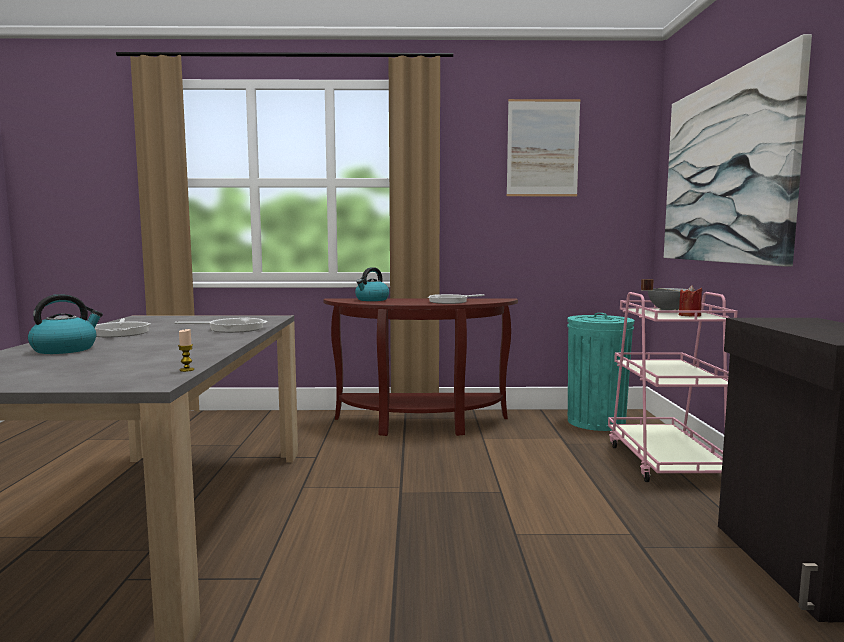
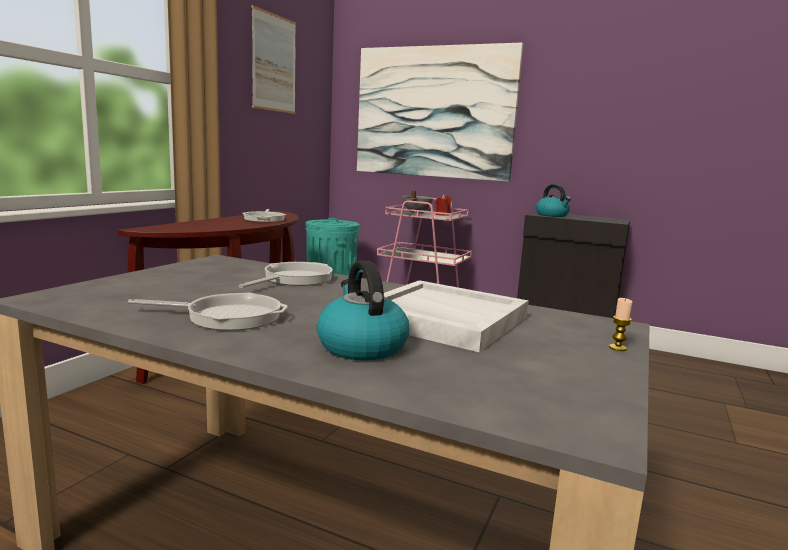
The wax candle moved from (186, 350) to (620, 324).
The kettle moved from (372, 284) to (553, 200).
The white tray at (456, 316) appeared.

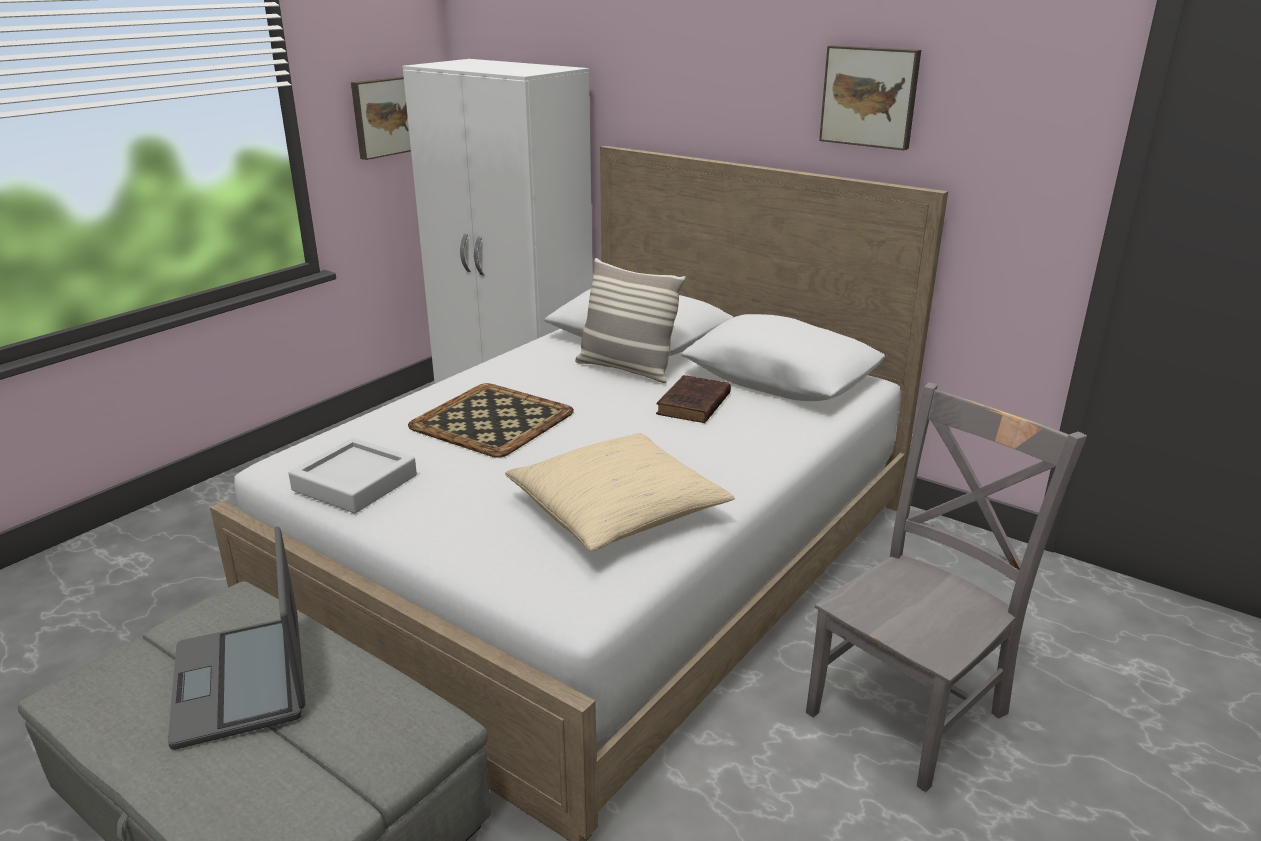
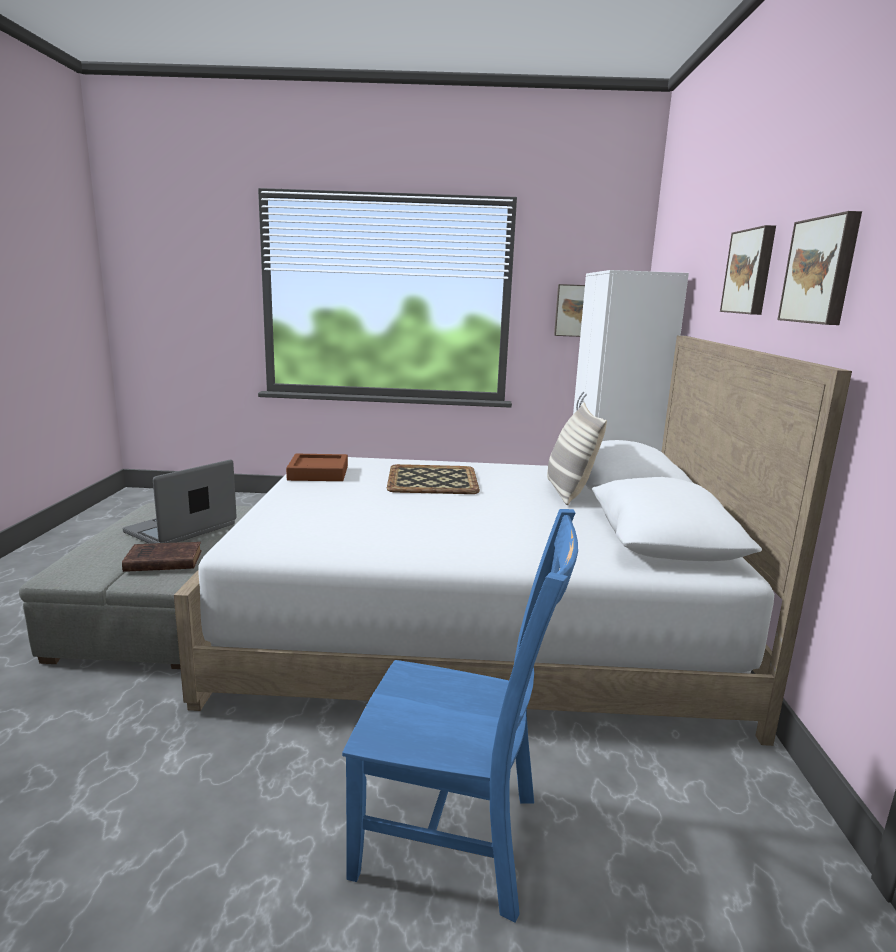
The greyish tray at (353, 476) became the brown tray at (317, 467).
The beige-coloured throw pillow at (620, 492) disappeared.
The brown book moved from (693, 399) to (162, 557).
The greyish upright chair at (946, 587) became the bluish upright chair at (460, 716).
The wall picture at (748, 270) appeared.

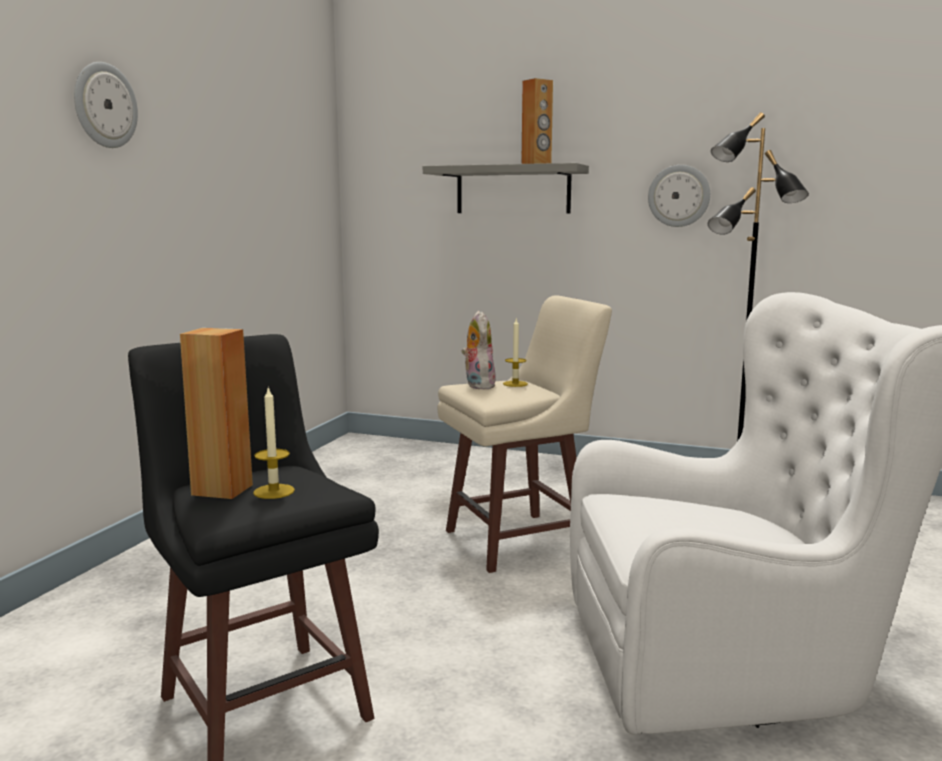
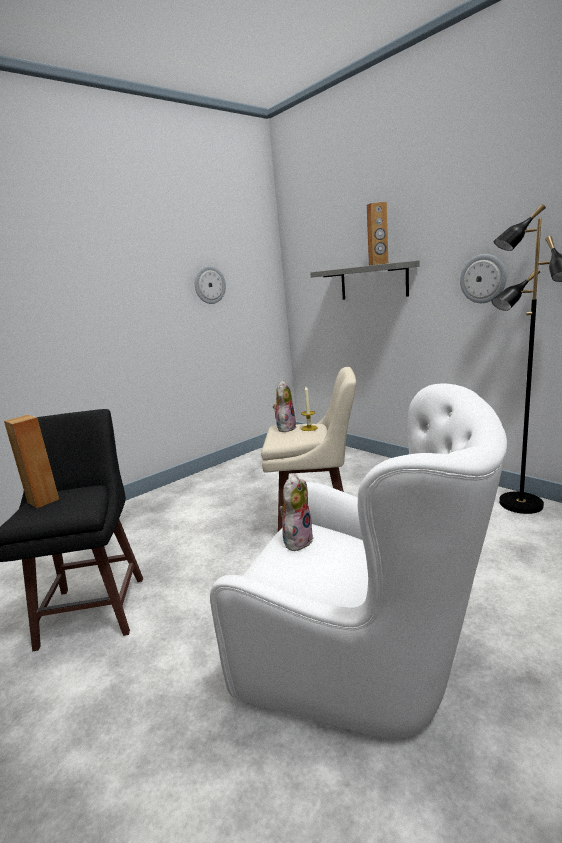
The wall clock moved from (106, 105) to (210, 285).
The wax candle at (274, 443) disappeared.
The cuddly toy at (296, 512) appeared.

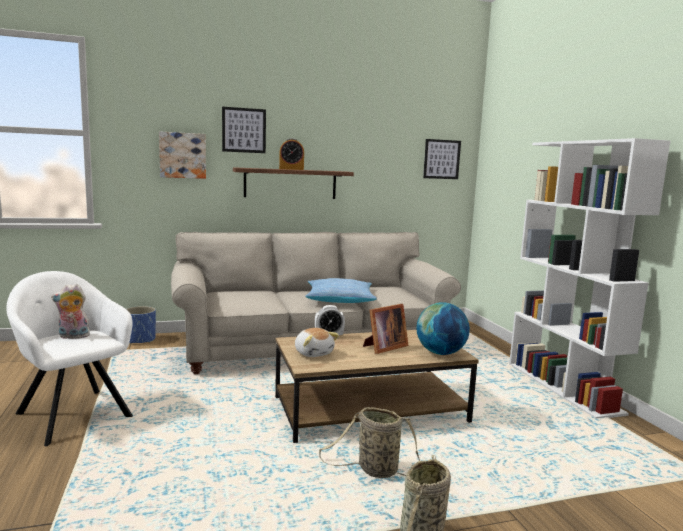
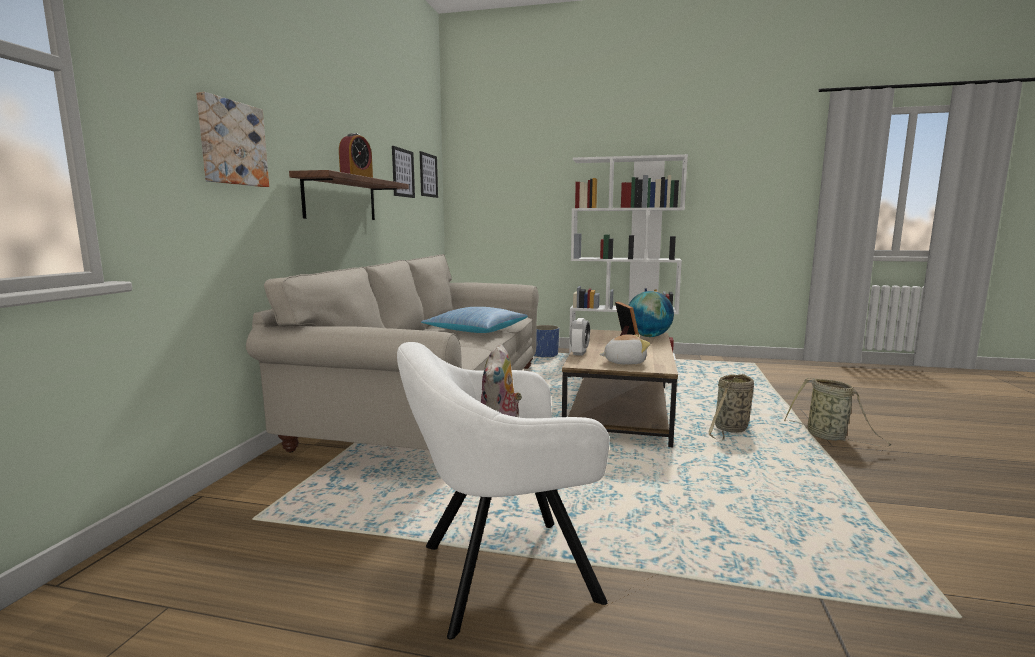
The bluish plant pot moved from (141, 325) to (546, 341).
The wall picture moved from (244, 130) to (403, 172).

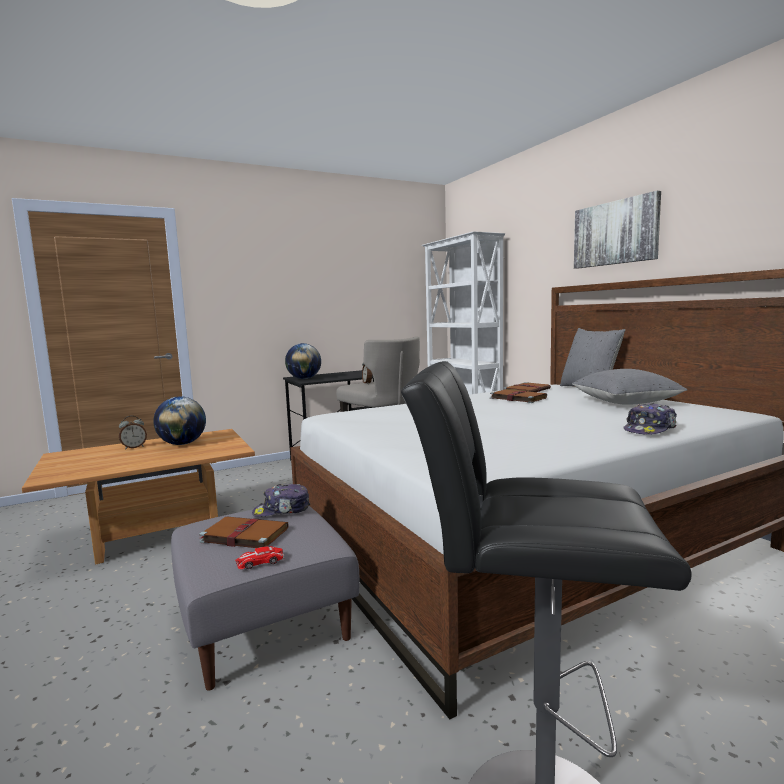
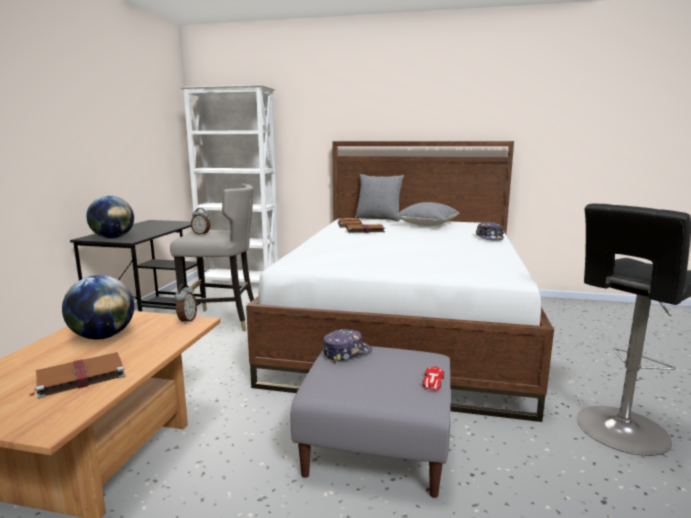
The table clock moved from (133, 432) to (185, 304).
The brown book moved from (244, 532) to (76, 375).
The baseball cap at (281, 500) turned 150 degrees counterclockwise.
The wall picture at (617, 230) disappeared.

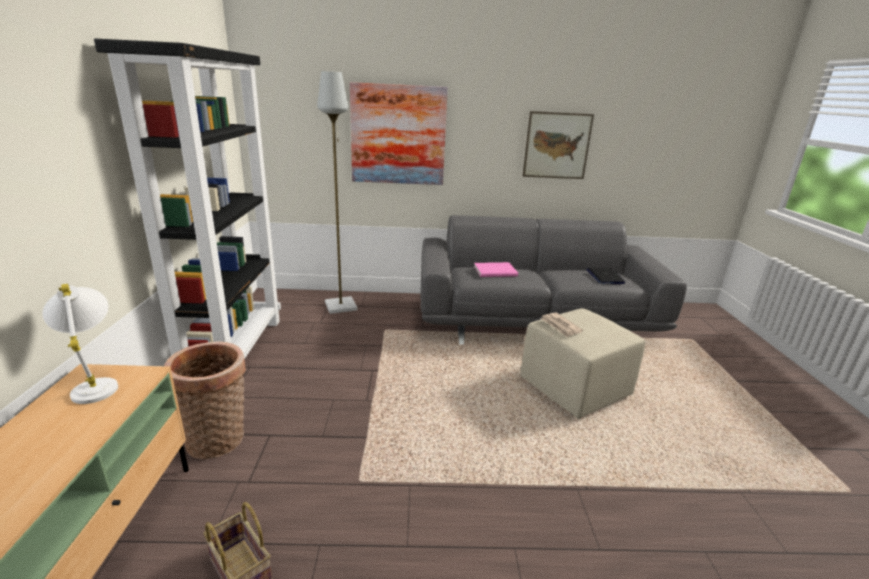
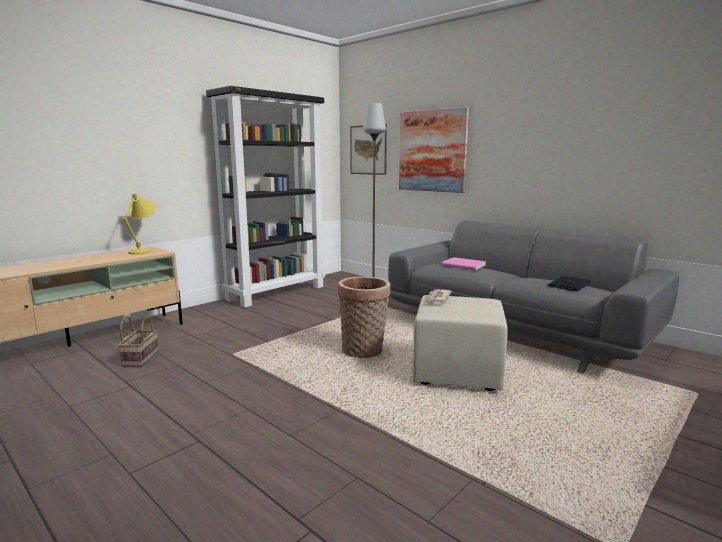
The white lamp for a table at (80, 344) became the yellow lamp for a table at (140, 224).
The basket moved from (205, 400) to (364, 317).
The wall picture moved from (558, 145) to (368, 149).

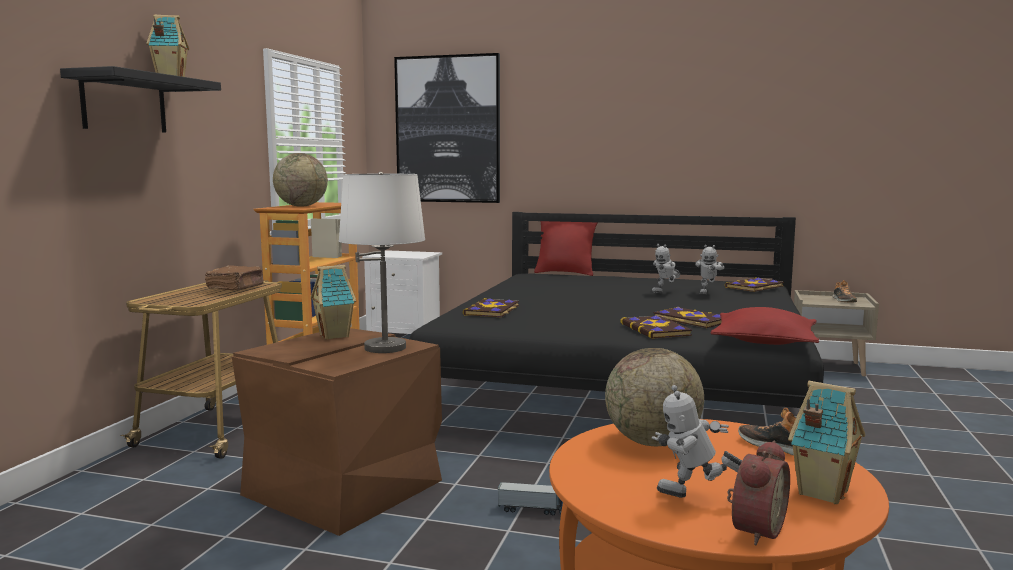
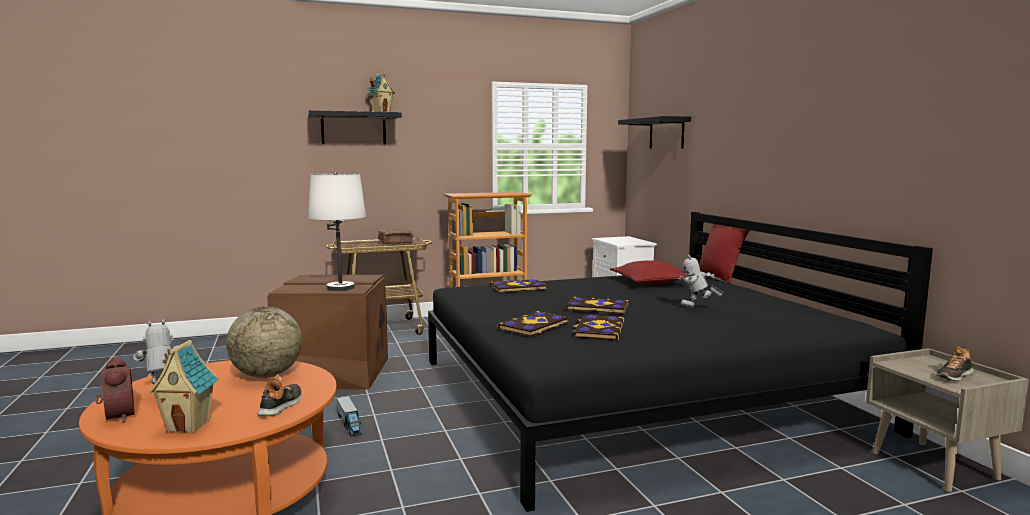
The desk globe at (300, 180) disappeared.
The model house at (333, 302) disappeared.
The wall picture at (447, 128) was replaced by the black bracket shelf at (654, 132).
The robot figure at (710, 269) disappeared.
The red throw pillow moved from (765, 326) to (649, 272).
The book moved from (754, 285) to (598, 305).
The table clock at (758, 493) turned 120 degrees counterclockwise.

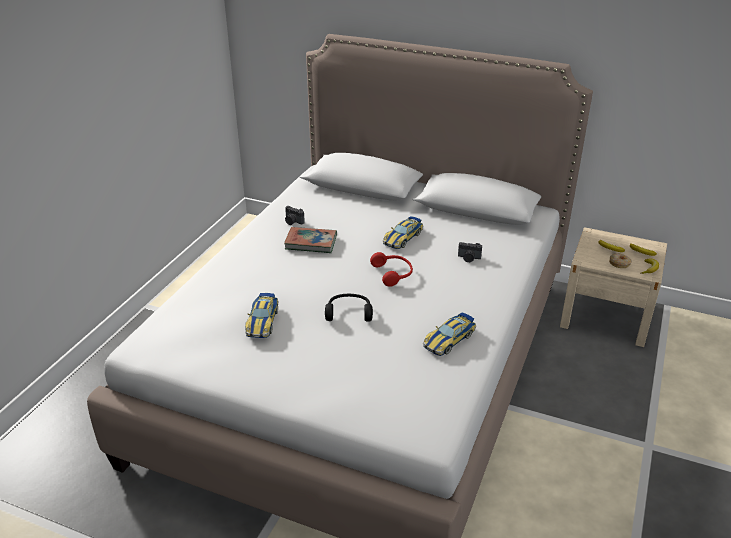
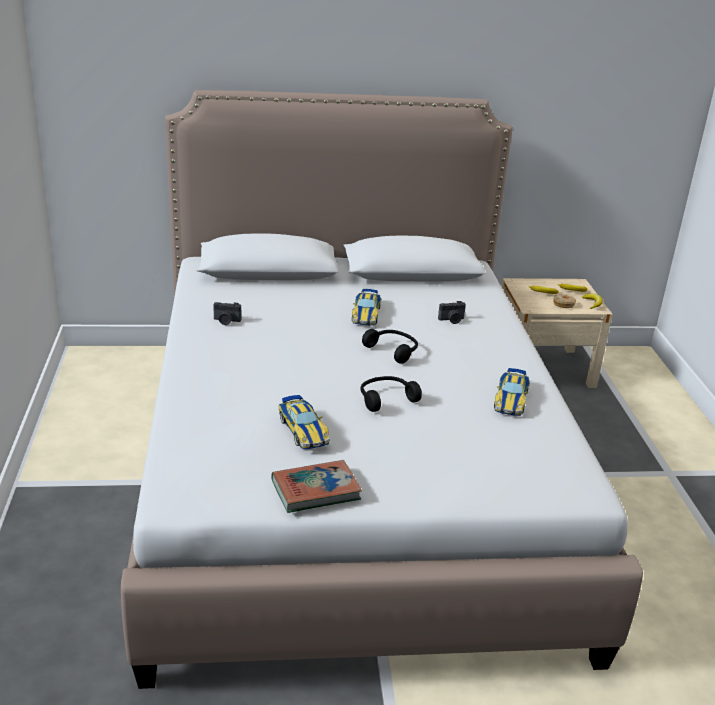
The book moved from (310, 240) to (316, 486).
The red headphones at (391, 269) became the black headphones at (390, 346).

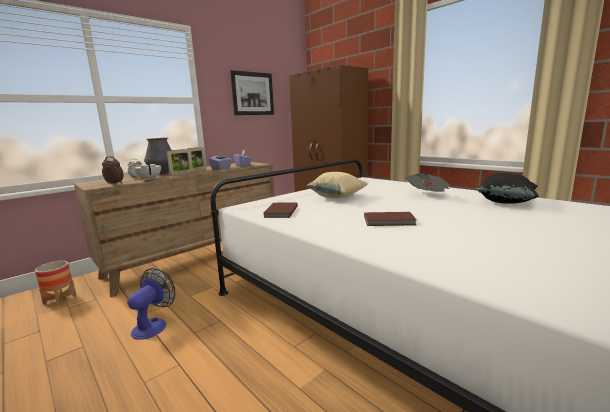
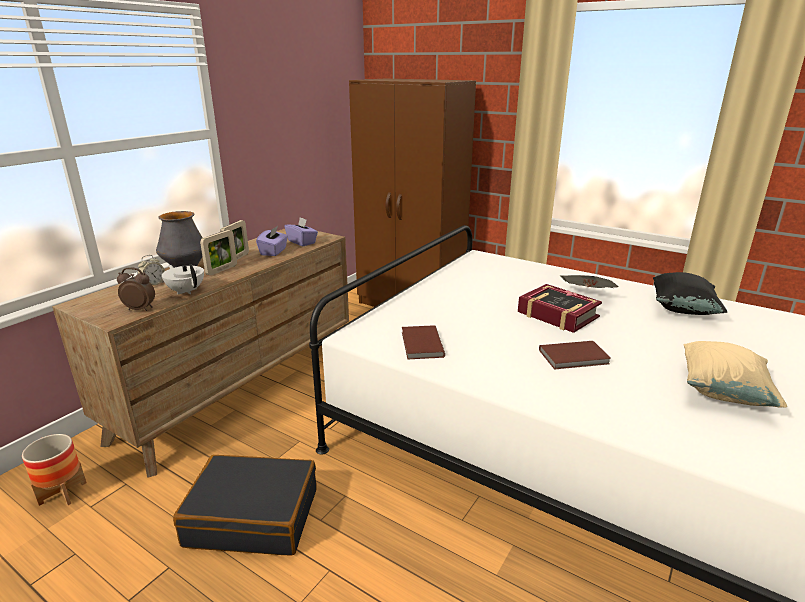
The cooling fan at (151, 304) was replaced by the black travel case at (245, 505).
The wall picture at (252, 92) disappeared.
The beige-coloured throw pillow moved from (338, 185) to (735, 374).
The book at (560, 308) appeared.

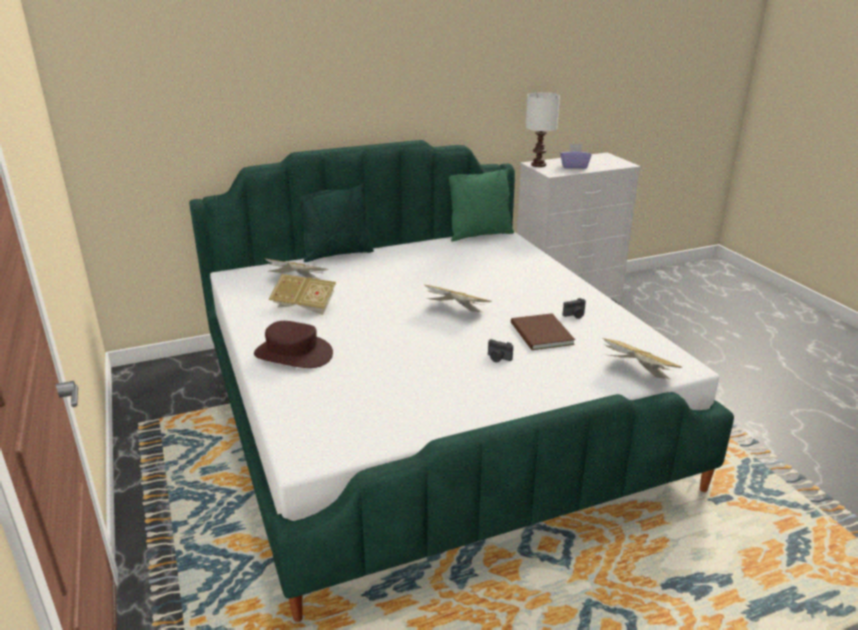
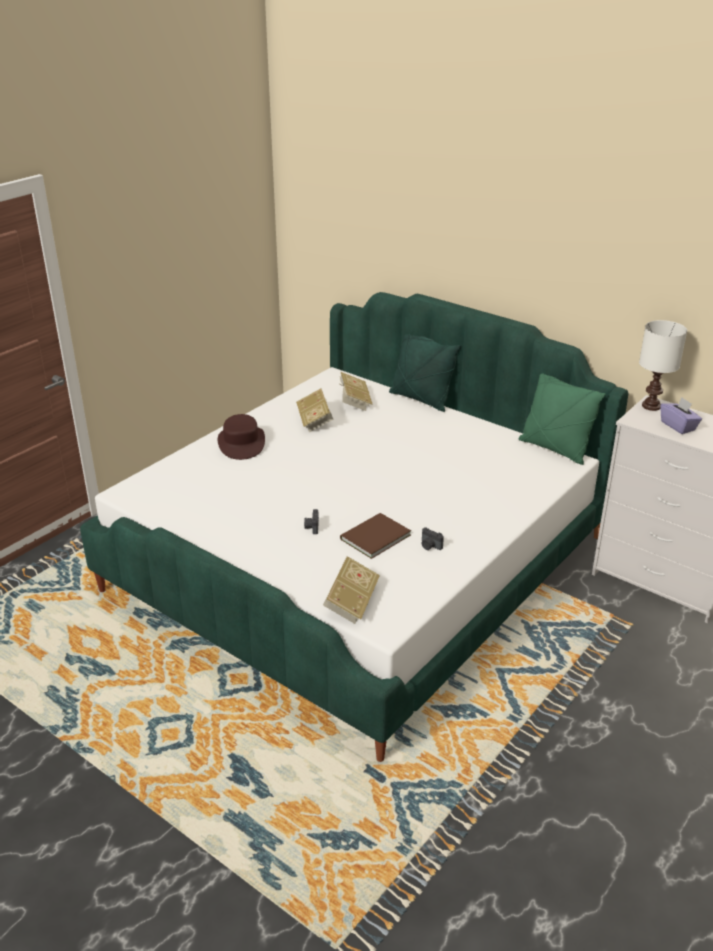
The book at (458, 299) disappeared.

